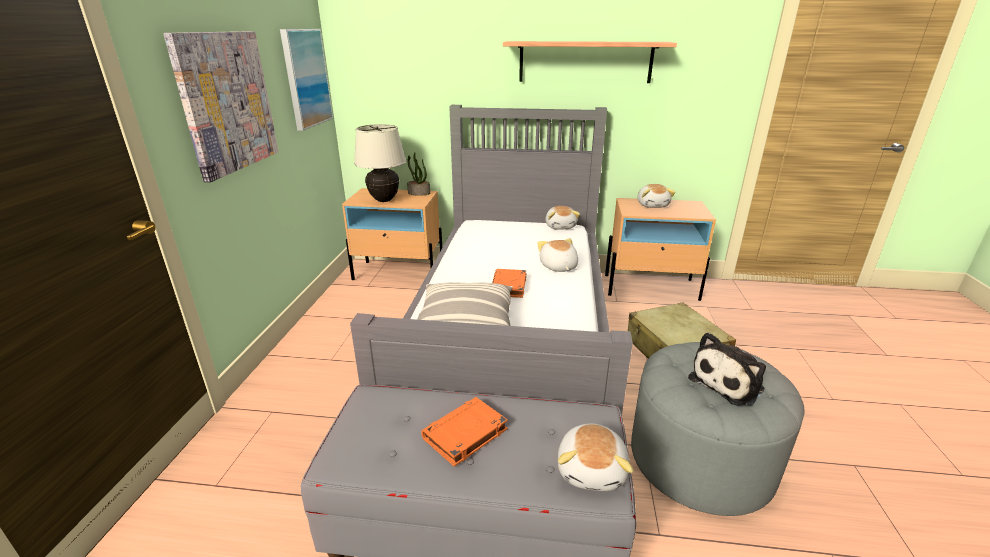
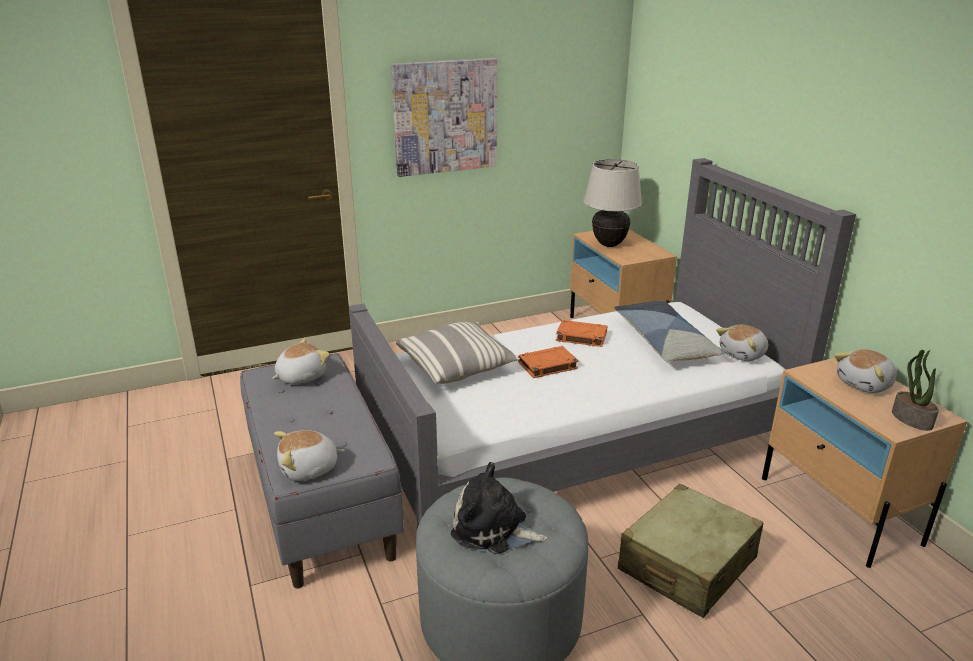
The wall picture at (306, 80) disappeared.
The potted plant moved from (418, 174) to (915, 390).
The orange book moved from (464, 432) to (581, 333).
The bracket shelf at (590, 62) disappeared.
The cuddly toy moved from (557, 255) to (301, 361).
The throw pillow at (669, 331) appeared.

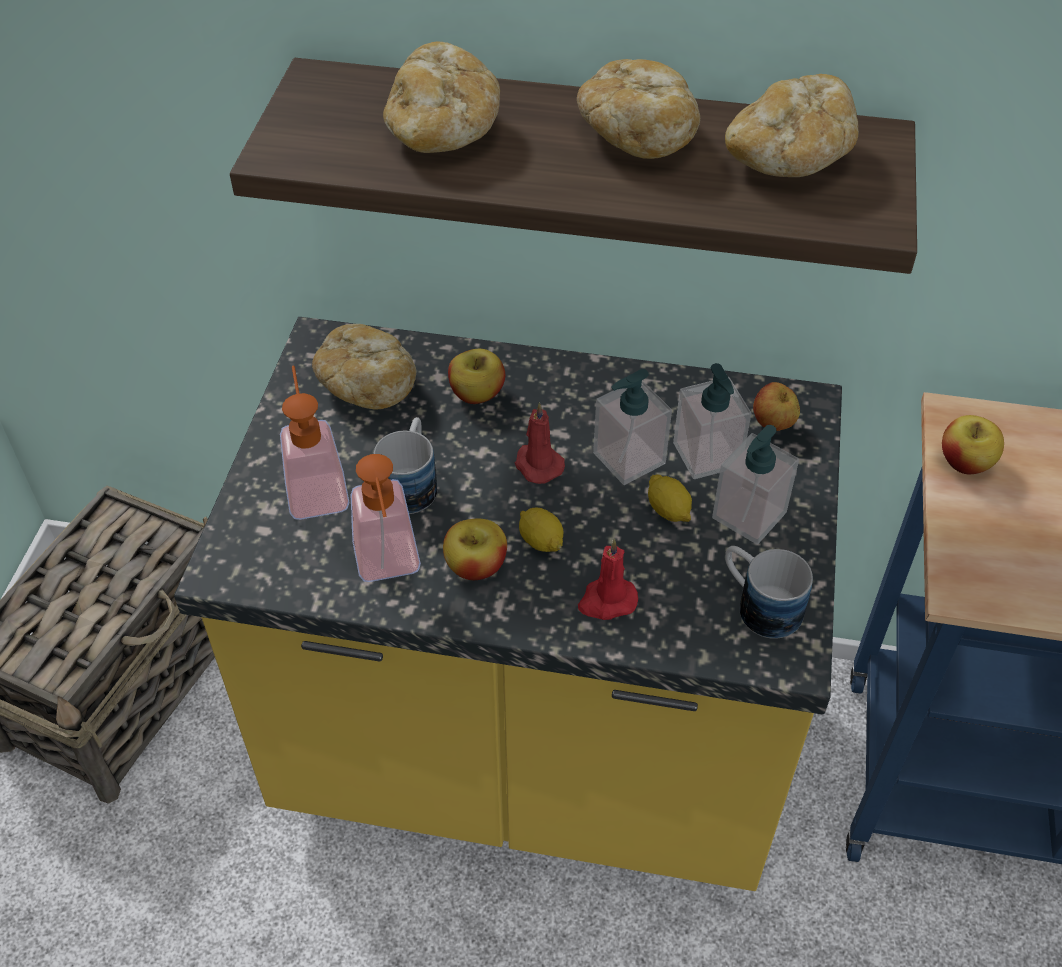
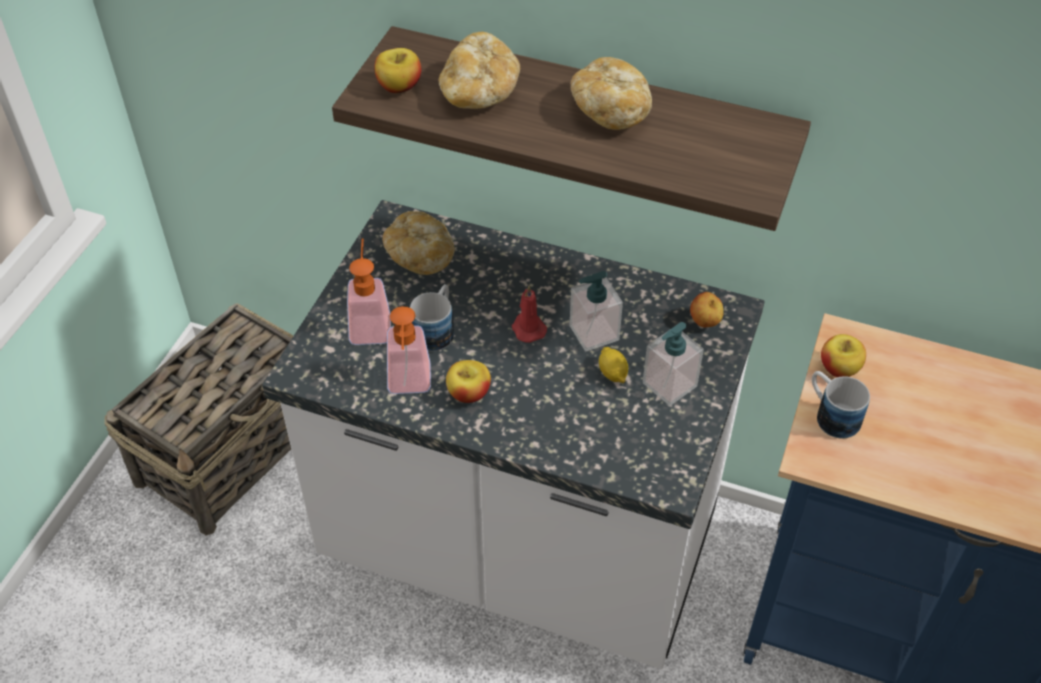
The yellow kitchen counter at (508, 604) became the white kitchen counter at (513, 434).
The apple fruit moved from (476, 376) to (398, 70).
The whole lemon at (541, 529) disappeared.
The red wax candle at (608, 579) disappeared.
The liquid soap bottle at (712, 421) disappeared.
The baked bread at (792, 125) disappeared.
The coffee mug moved from (769, 592) to (841, 405).

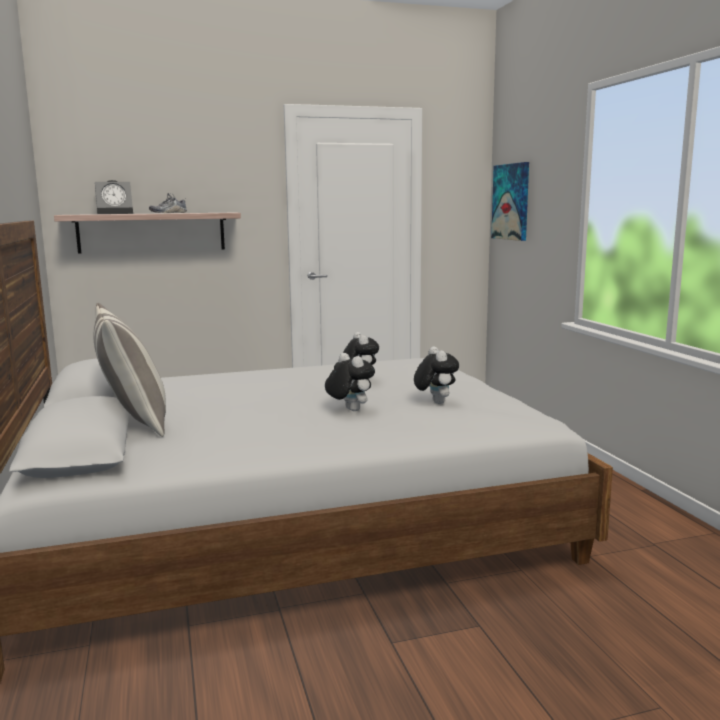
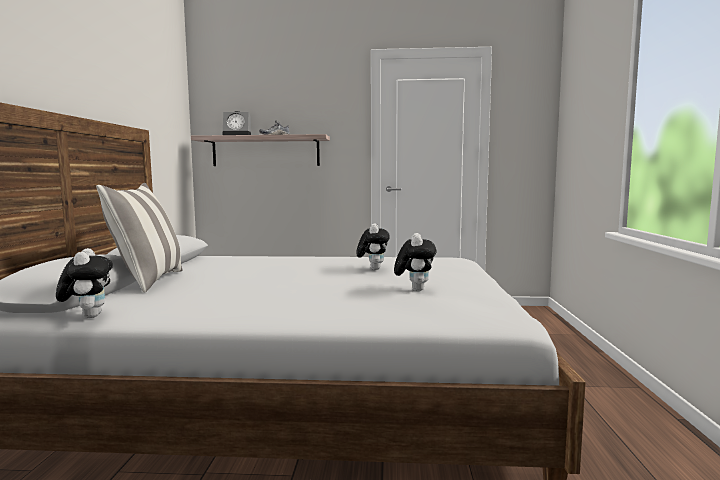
The cuddly toy moved from (350, 382) to (84, 283).
The wall picture at (510, 201) disappeared.

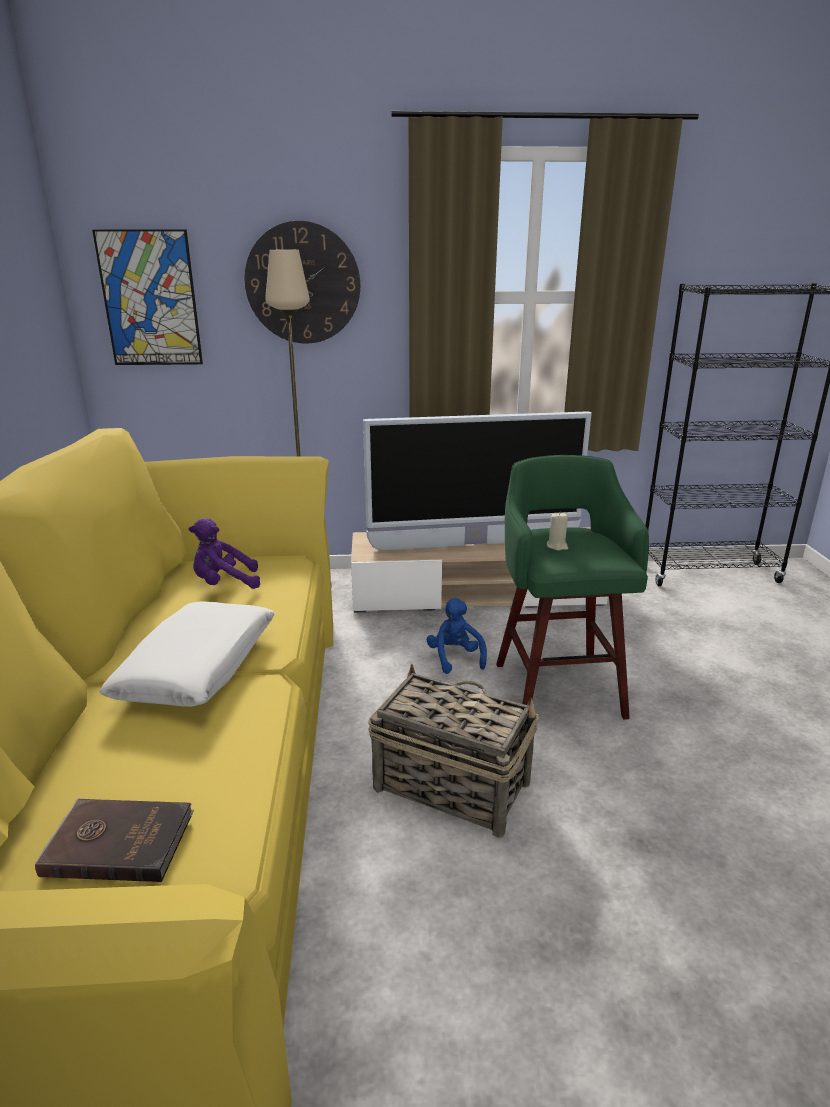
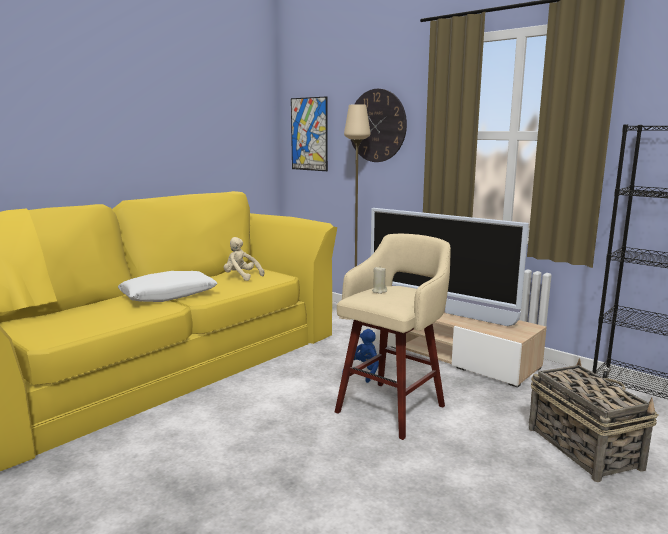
The brown book at (114, 840) disappeared.
The purplish cuddly toy at (224, 553) became the beige-coloured cuddly toy at (244, 259).
The basket moved from (453, 751) to (593, 420).
The green sitting stool at (572, 587) became the beige-coloured sitting stool at (393, 337).

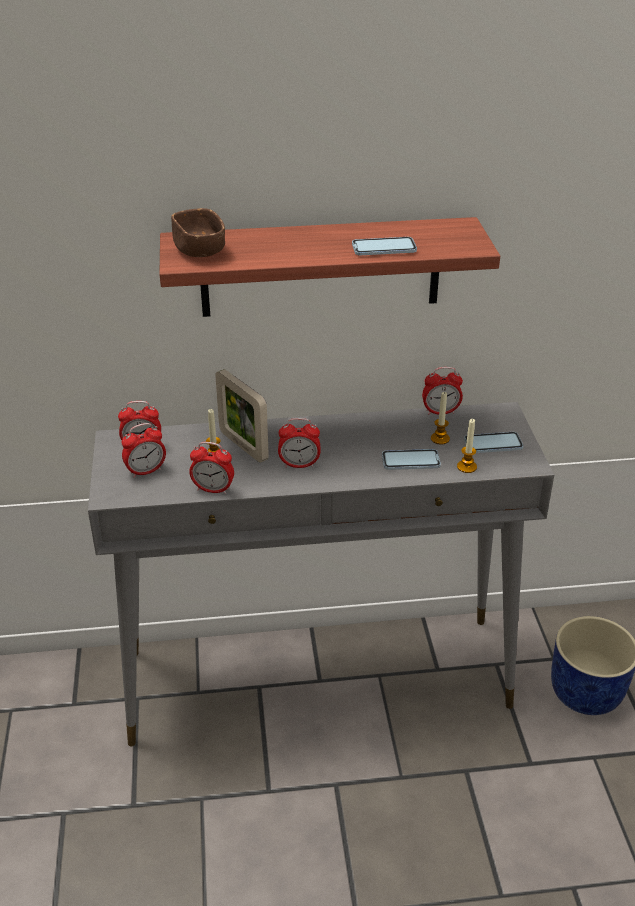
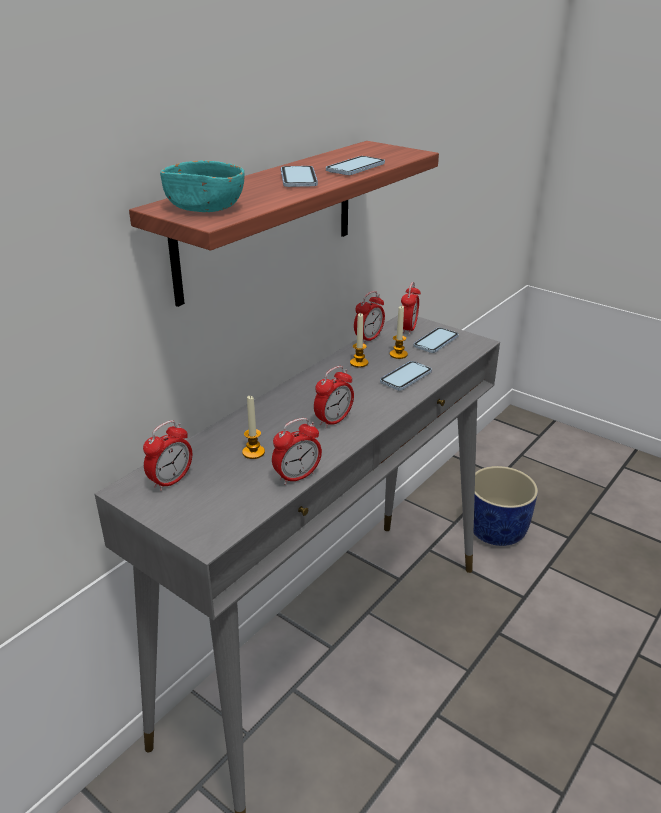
The table clock moved from (143, 450) to (411, 308).
The brown serving bowl at (198, 232) became the turquoise-coloured serving bowl at (202, 186).
The standing frame at (242, 416) disappeared.
The wax candle moved from (467, 446) to (359, 340).
The telephone at (299, 176) appeared.

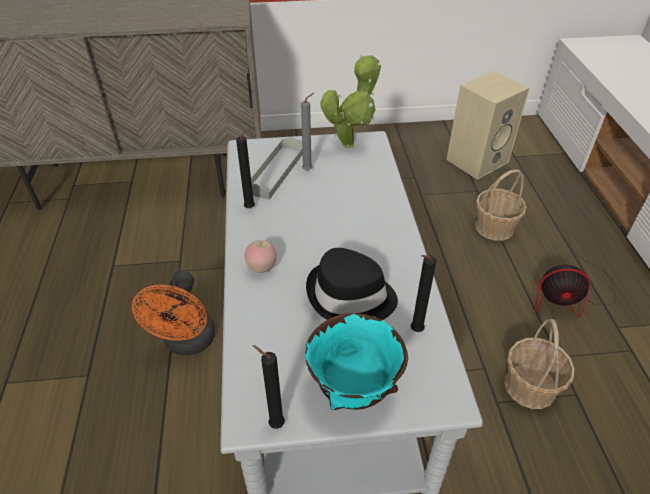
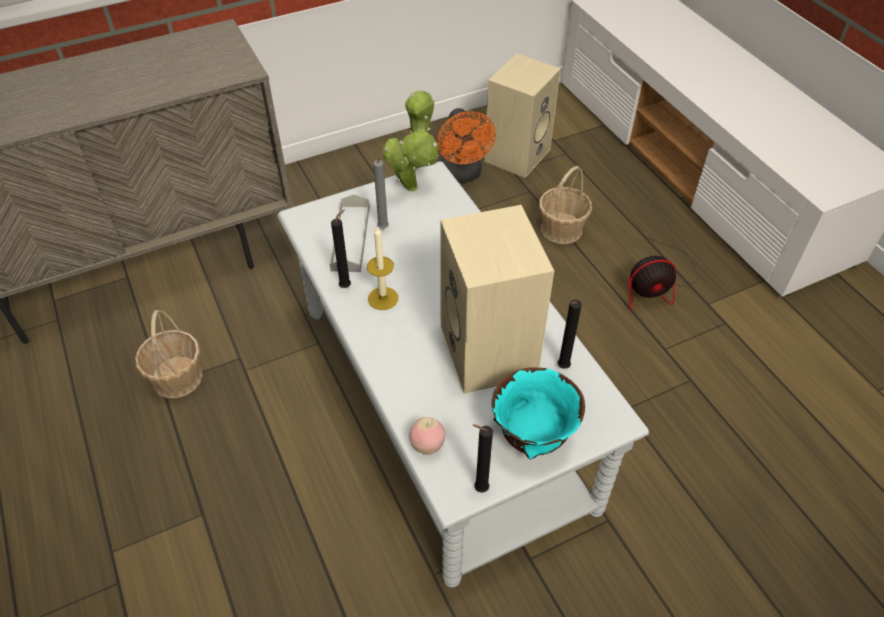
The orange cooling fan moved from (173, 312) to (466, 145).
The apple fruit moved from (261, 256) to (427, 436).
The black wearable hat at (352, 284) was replaced by the beige-coloured speaker at (497, 299).
The basket moved from (539, 364) to (169, 354).
The wax candle at (382, 268) appeared.

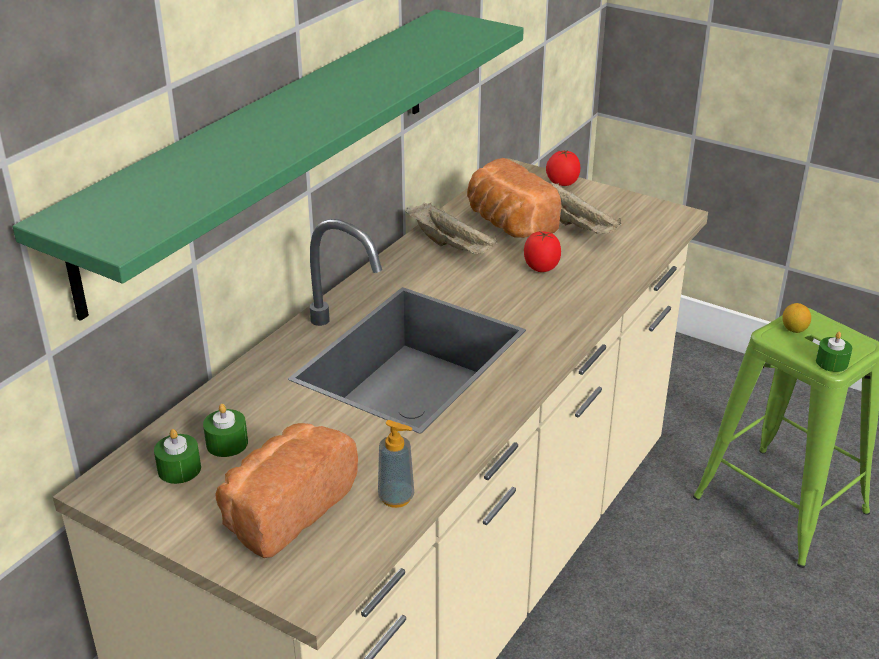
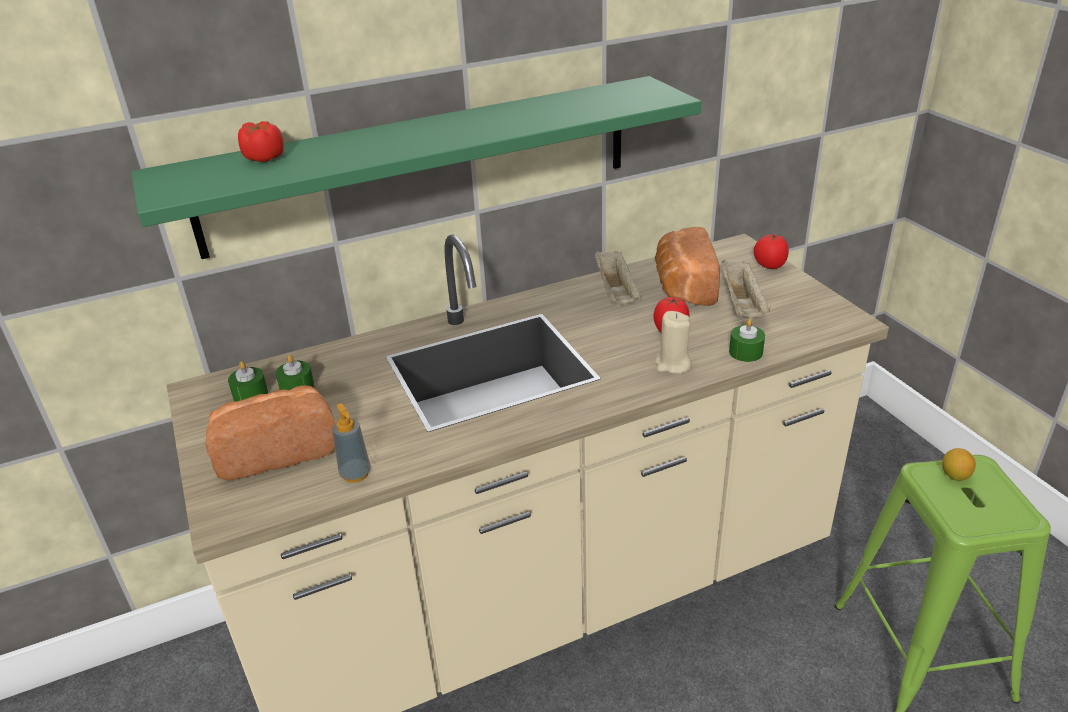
The green wax candle moved from (834, 352) to (747, 340).
The tomato at (261, 141) appeared.
The beige-coloured wax candle at (673, 342) appeared.

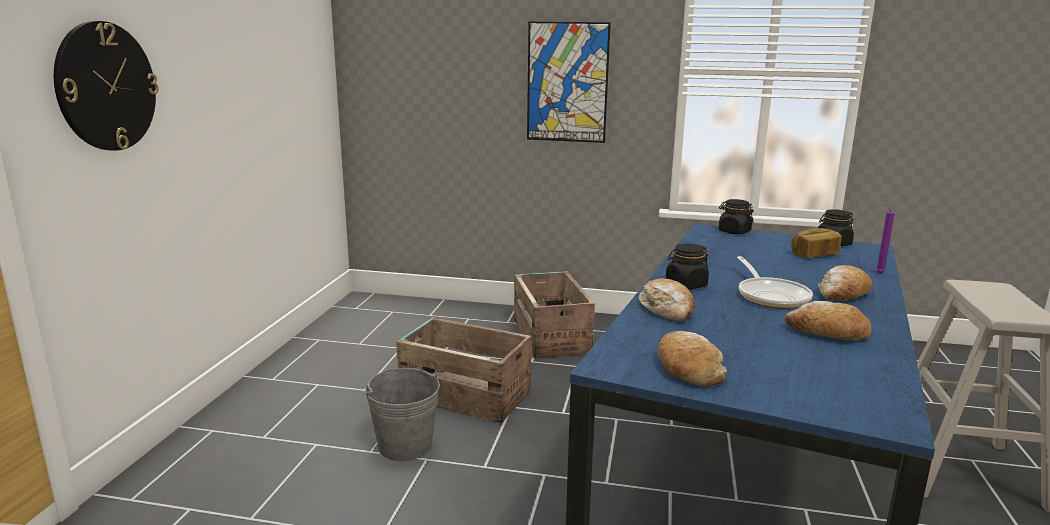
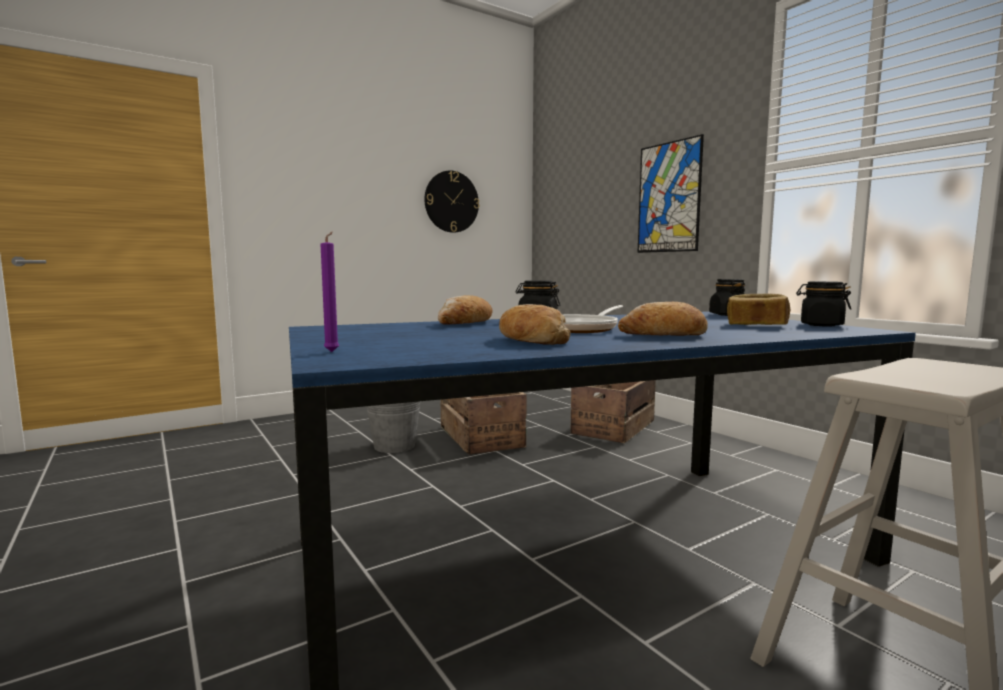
The wall clock moved from (106, 86) to (451, 201).
The baked bread at (692, 359) disappeared.
The purplish wax candle moved from (885, 239) to (329, 292).

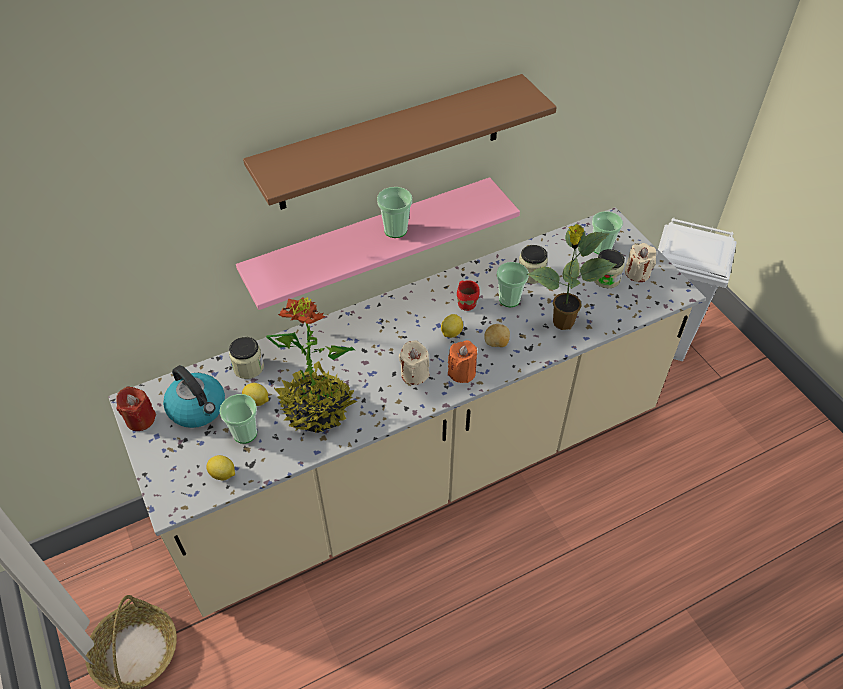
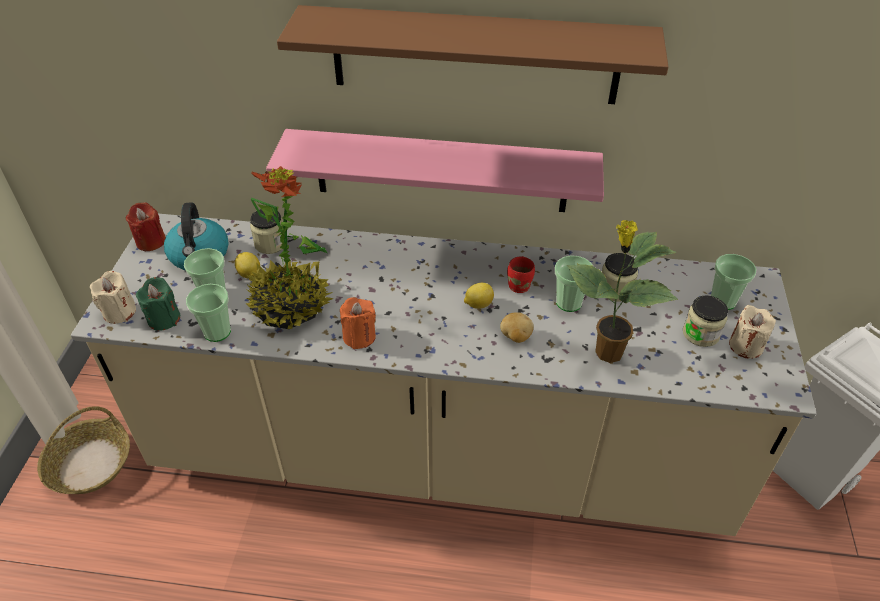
The whole lemon at (220, 467) was replaced by the green wax candle at (158, 304).
The cup moved from (394, 212) to (208, 313).
The beige-coloured wax candle moved from (414, 362) to (113, 297).
The orange wax candle moved from (462, 361) to (358, 323).

